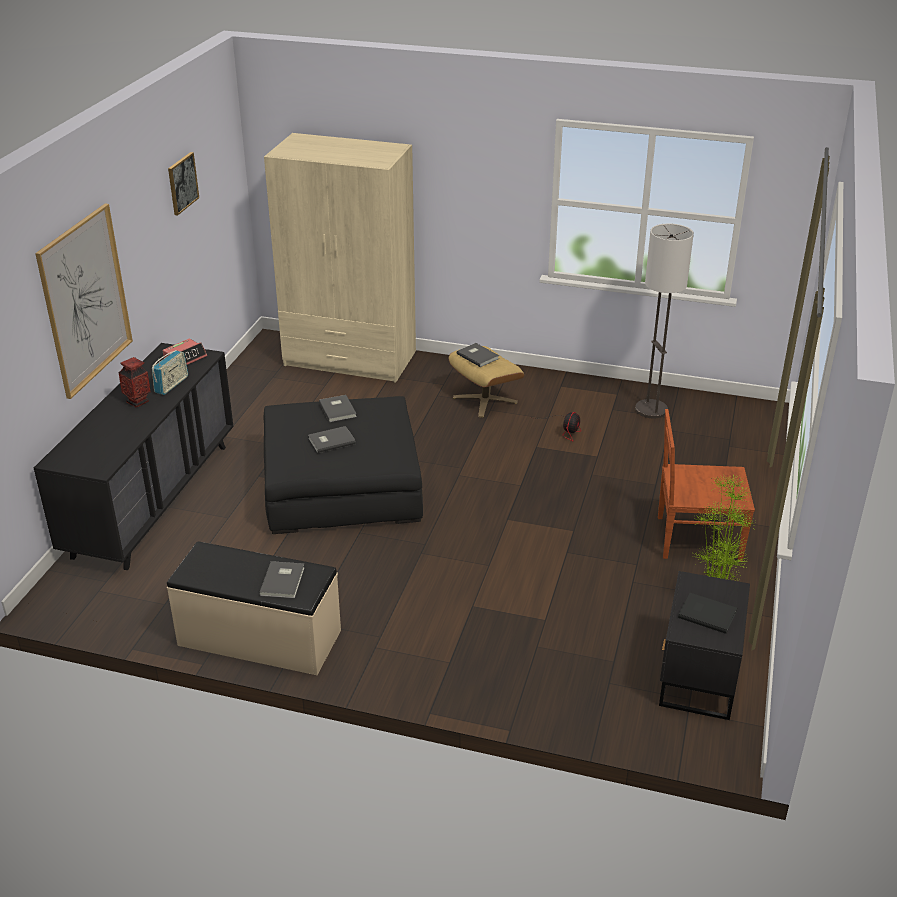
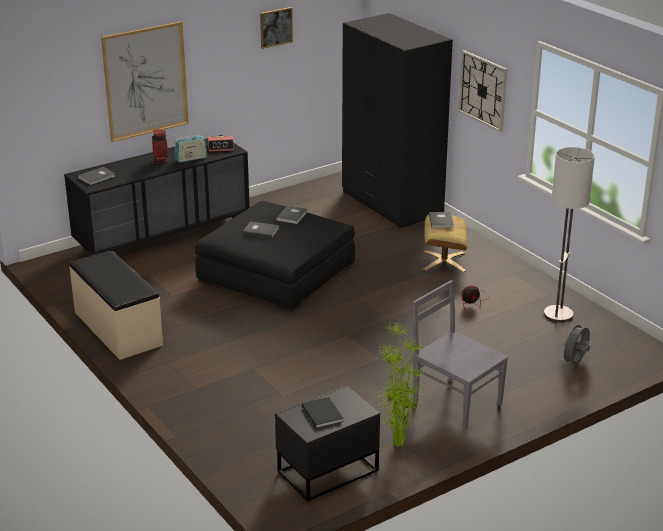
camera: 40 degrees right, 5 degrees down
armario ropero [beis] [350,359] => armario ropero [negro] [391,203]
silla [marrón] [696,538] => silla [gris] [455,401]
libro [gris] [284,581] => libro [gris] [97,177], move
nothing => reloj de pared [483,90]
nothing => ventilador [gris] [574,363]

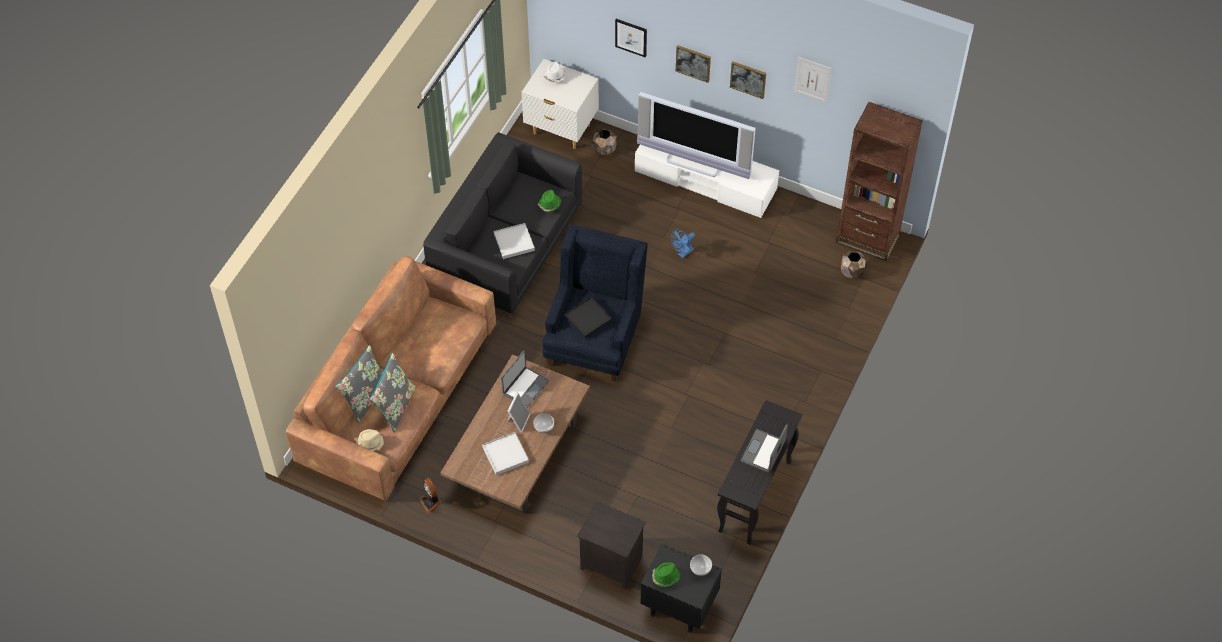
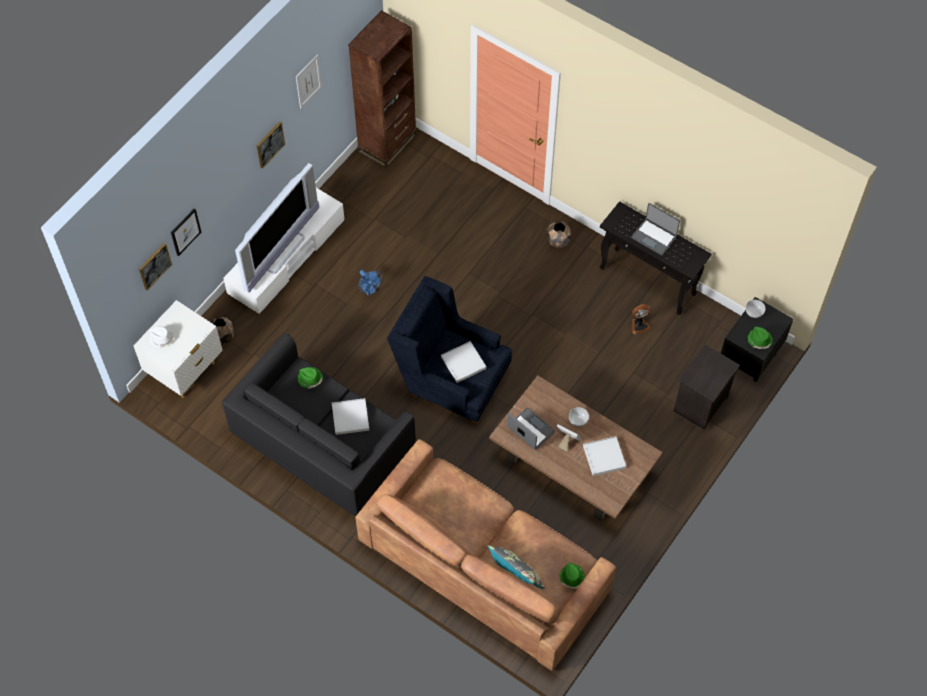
camera: 80 degrees left, 5 degrees up
cuadro [693,63] => cuadro [154,266], move
maceta [marrón] [852,272] => maceta [marrón] [558,240], move
bandeja [negro] [588,319] => bandeja [blanco] [463,363]
cojín [gris] [395,406] => nothing
sombrero [beis] [369,443] => sombrero [verde] [572,577]
ventilador [431,502] => ventilador [639,325], move

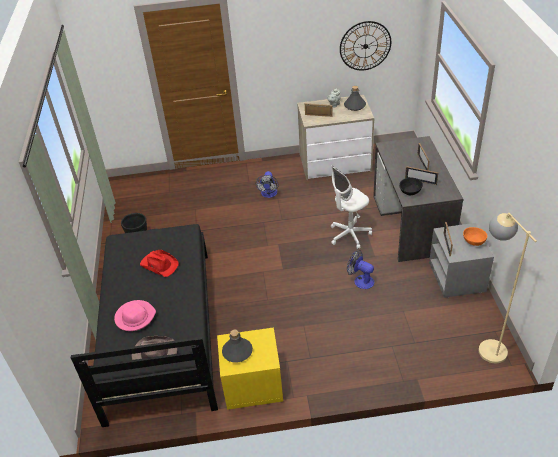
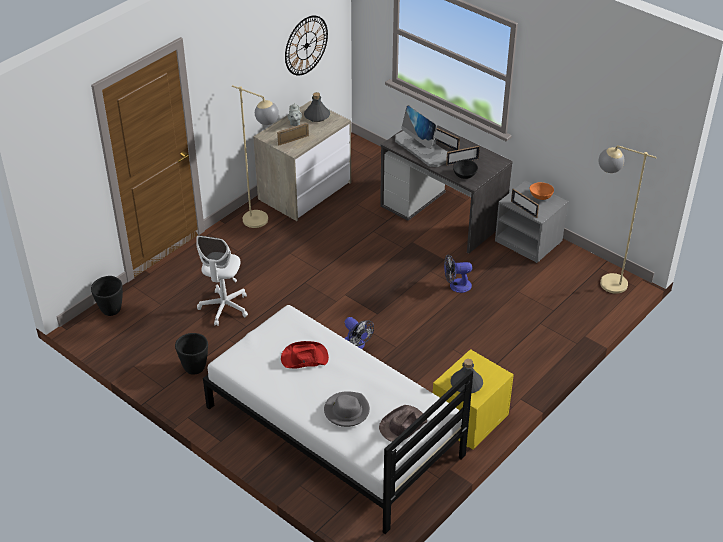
camera: 45 degrees left, 0 degrees up
silla de oficina [blanco] [349,235] => silla de oficina [blanco] [224,308], move
ventilador [269,194] => ventilador [356,346], move
cama [negro] [160,332] => cama [blanco] [333,431]
sombrero [rosa] [135,317] => sombrero [gris] [346,411]
nothing => lámpara de pie [beis] [263,222]
nothing => monitor [422,149]
nothing => maceta [negro] [111,310]

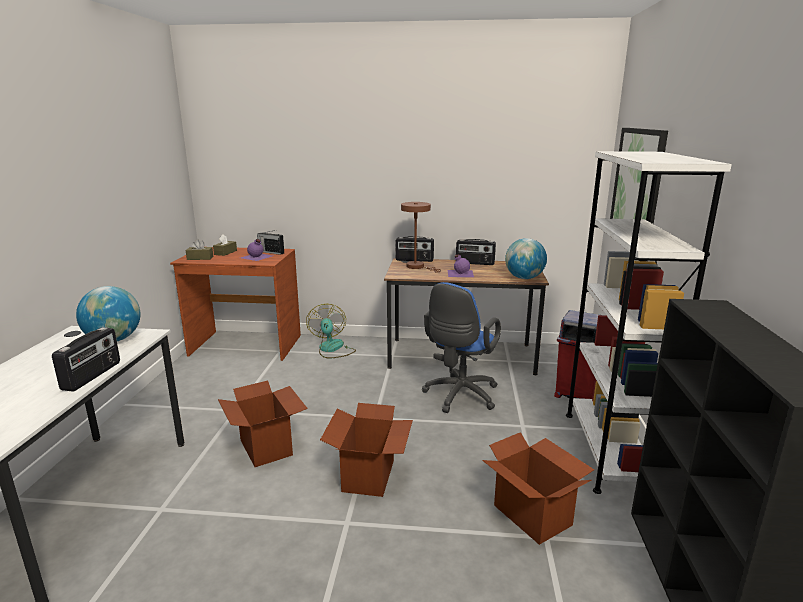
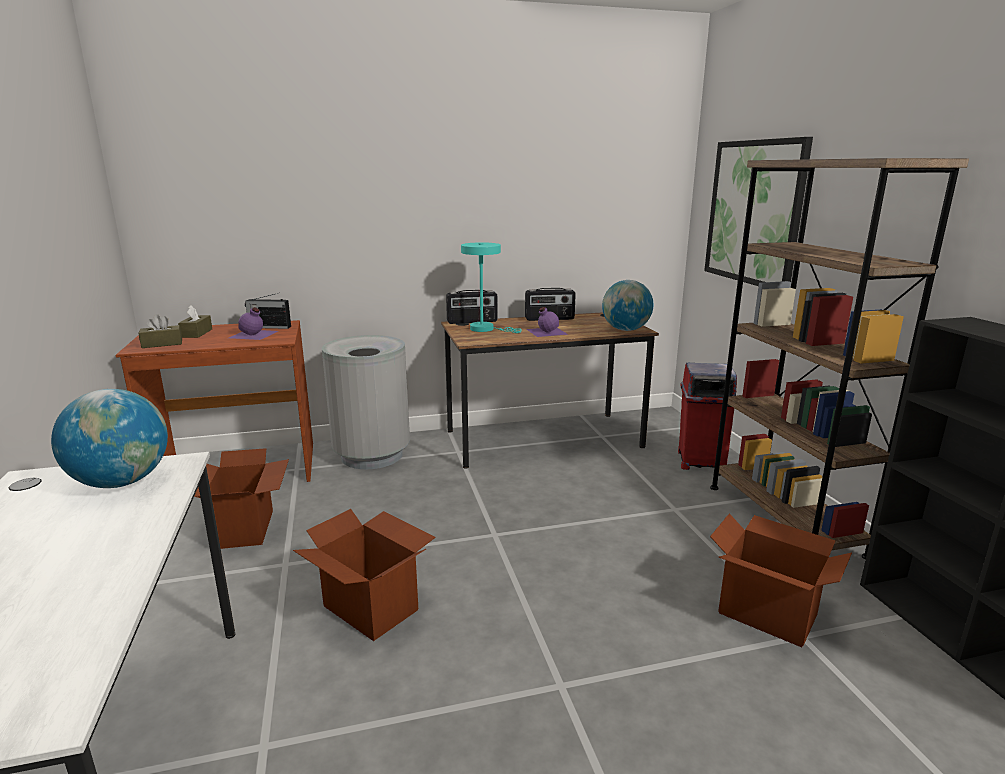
camera: 20 degrees left, 0 degrees up
estantería [blanco] [608,451] => estantería [marrón] [783,519]
lámpara de mesa [marrón] [418,267] => lámpara de mesa [turquesa] [486,329]
silla de oficina [azul] [459,396] => nothing
ventilador [332,349] => papelera [gris] [371,455]
radio [92,376] => nothing
caja de cartón [369,475] => caja de cartón [244,529], move

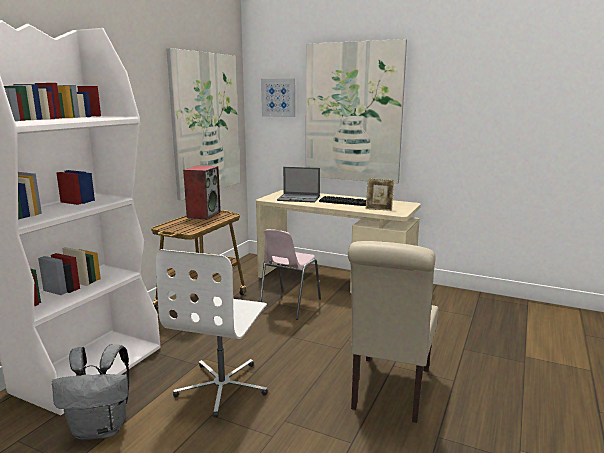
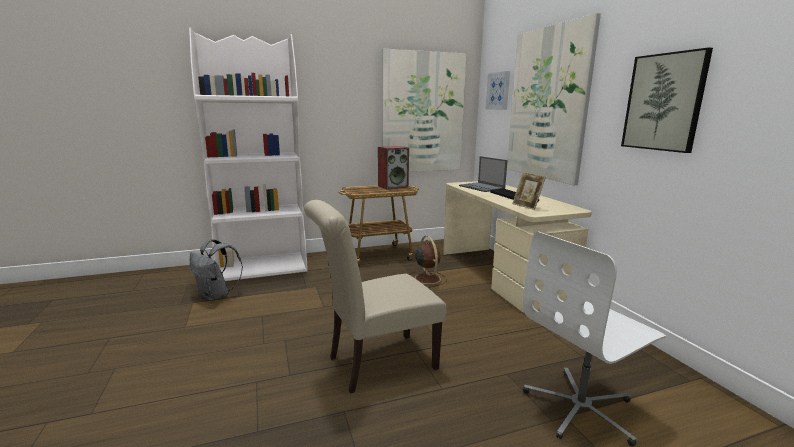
camera: 45 degrees right, 0 degrees up
silla [rosa] [289,305] => ventilador [marrón] [426,278]
silla de oficina [blanco] [223,387] => silla de oficina [blanco] [581,408], move
nothing => cuadro [664,102]

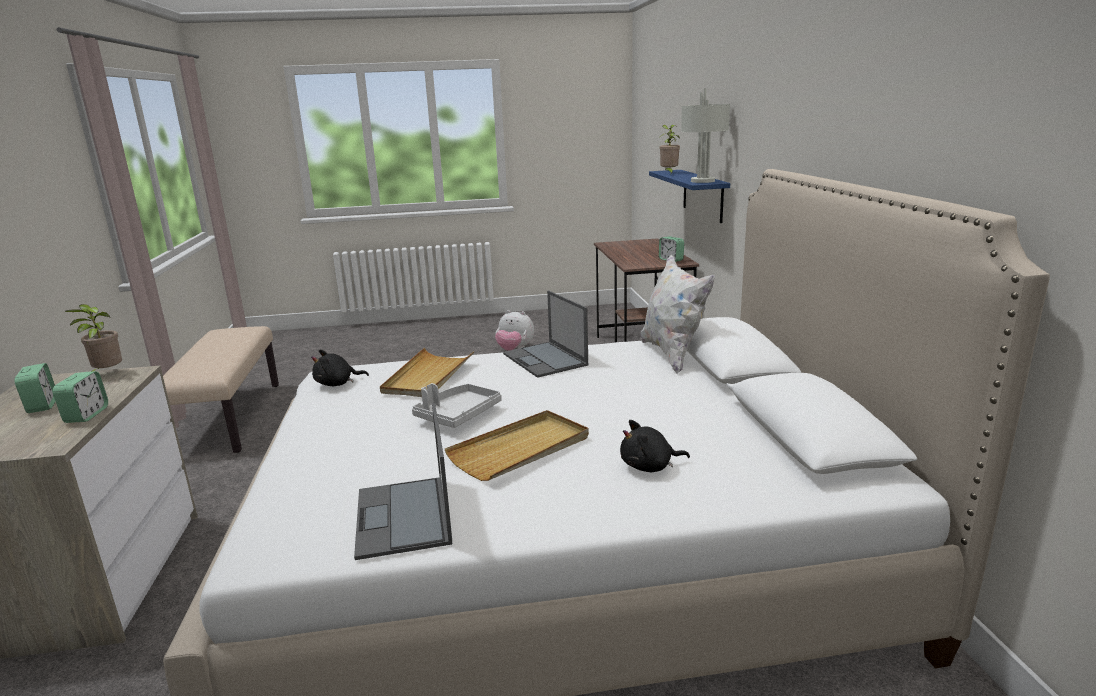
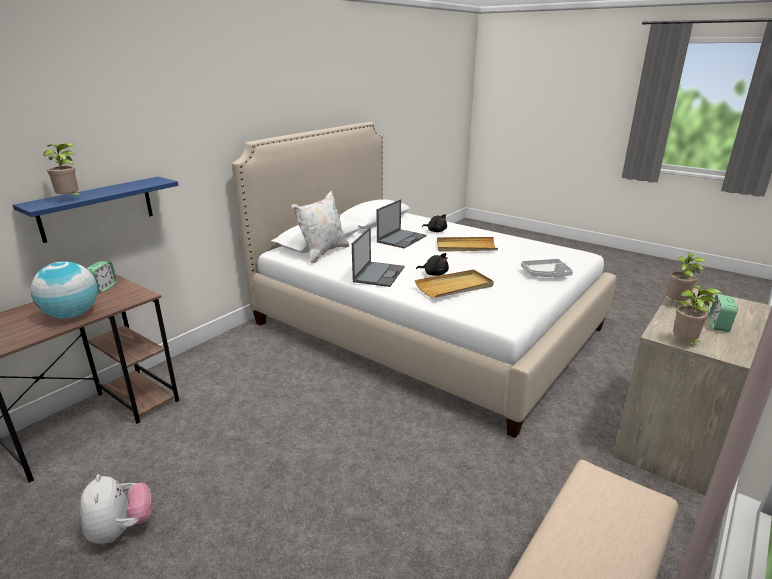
camera: 135 degrees left, 5 degrees up
lámpara de mesa [gris] [703,181] => nothing
peluche [negro] [337,383] => peluche [negro] [434,274], move
despertador [86,415] => planta en maceta [677,305]
bandeja [gris] [458,415] => bandeja [gris] [545,274], move
portátil [404,517] => portátil [402,239], move
nothing => globo terráqueo [72,315]

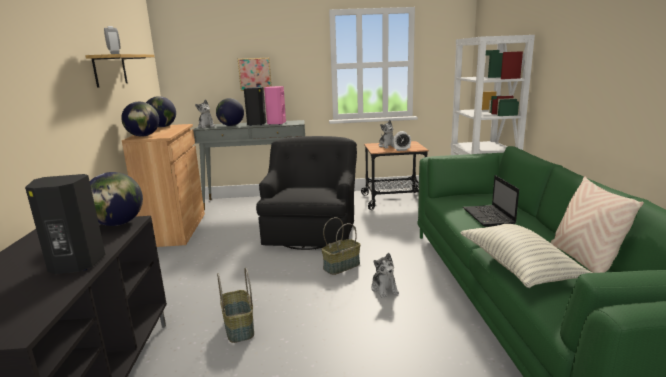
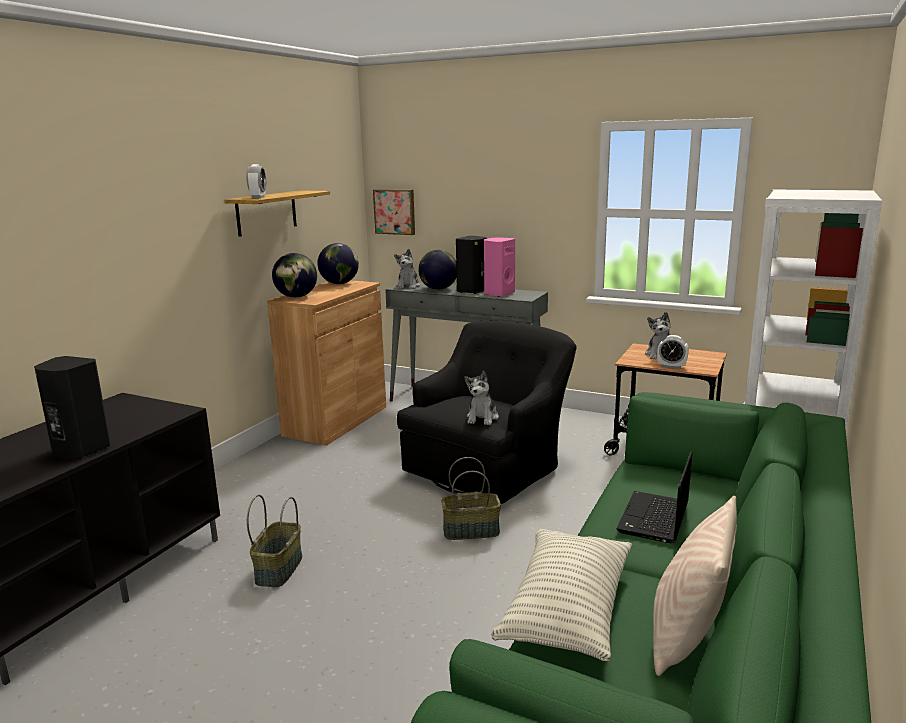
camera: 30 degrees right, 0 degrees up
cuadro [255,74] => cuadro [395,211], move
globo terráqueo [118,224] => nothing
peluche [384,288] => peluche [482,418], move

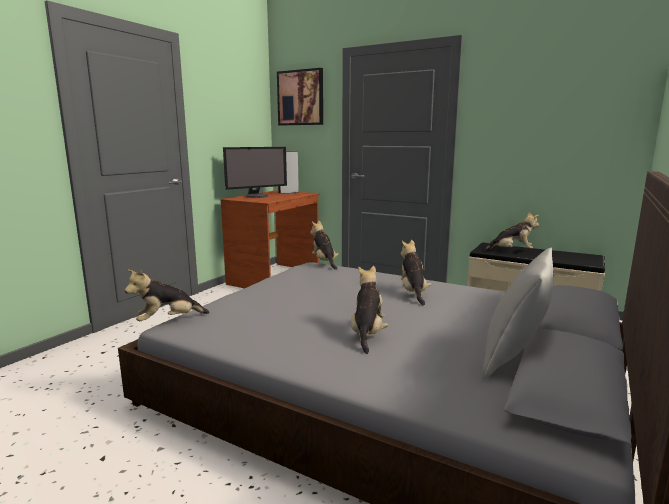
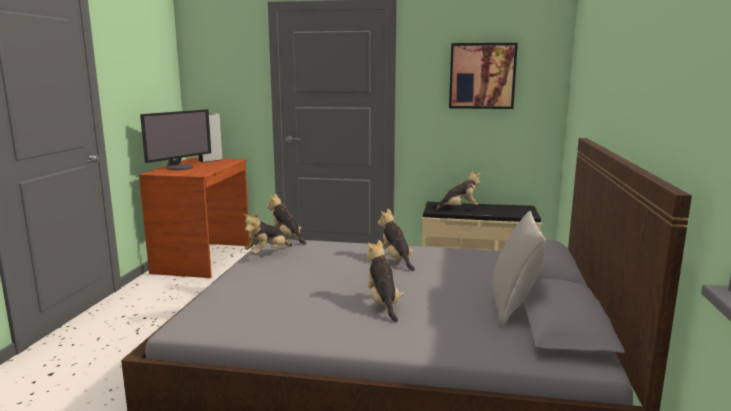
camera: 20 degrees left, 0 degrees up
cuadro [300,98] => cuadro [482,76], move
peluche [168,321] => peluche [267,253], move

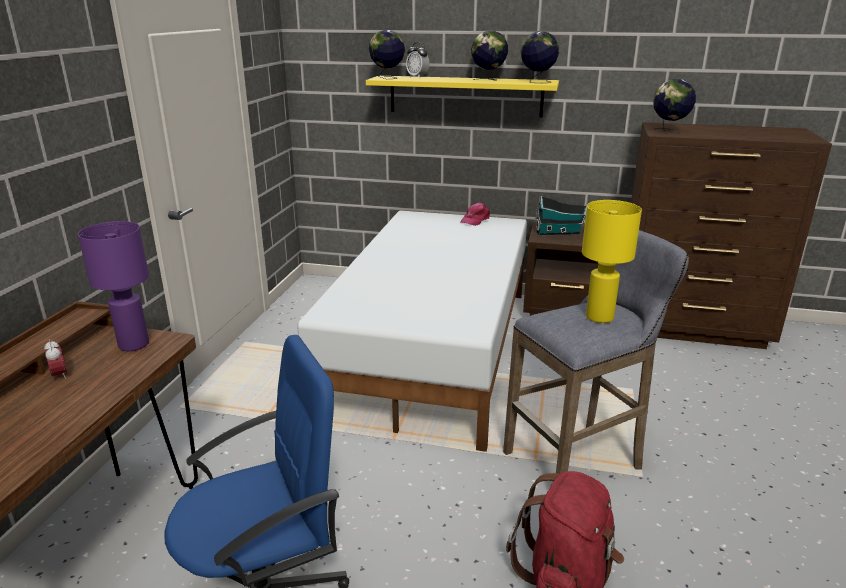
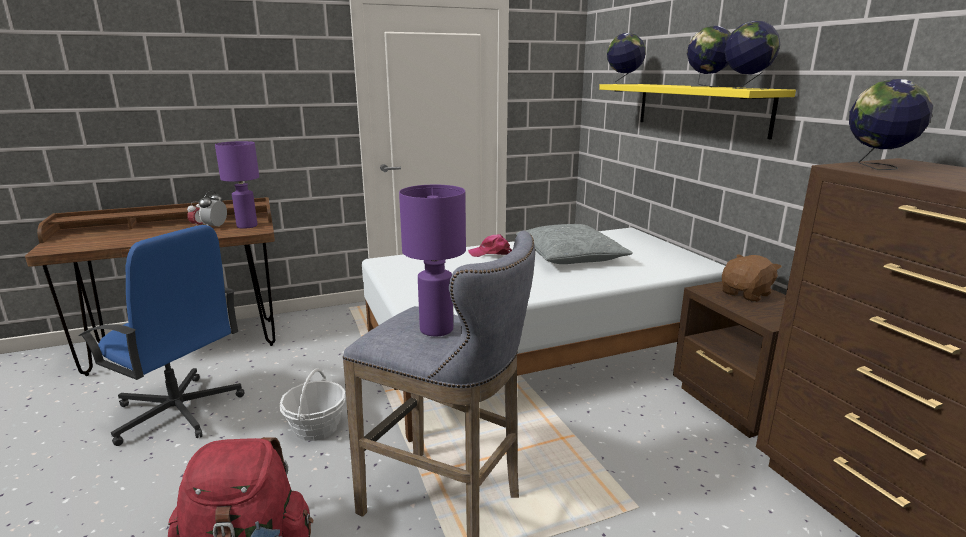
camera: 55 degrees right, 5 degrees down
despertador [417,77] => despertador [215,226], move
casita [559,232] => peluche [marrón] [746,294]
lámpara de mesa [amarillo] [599,317] => lámpara de mesa [morado] [435,329]
gorra [rosa] [475,220] => gorra [rosa] [491,253], move
nothing => cojín [gris] [570,256]
nothing => cesta [316,428]

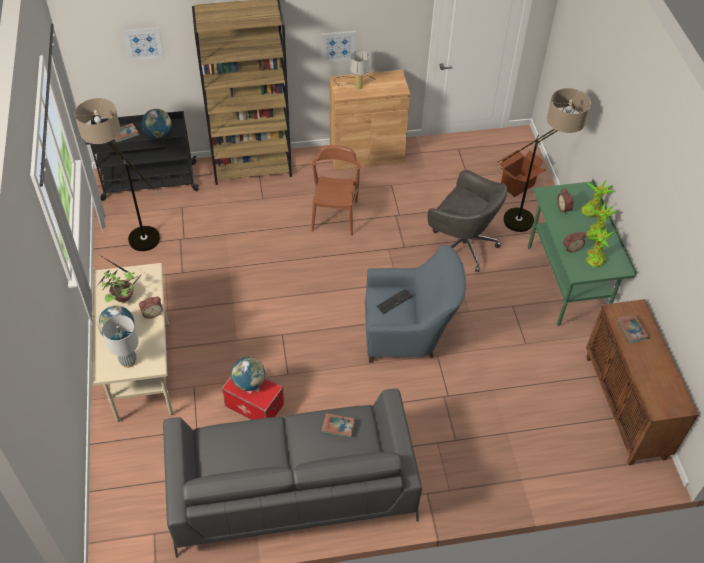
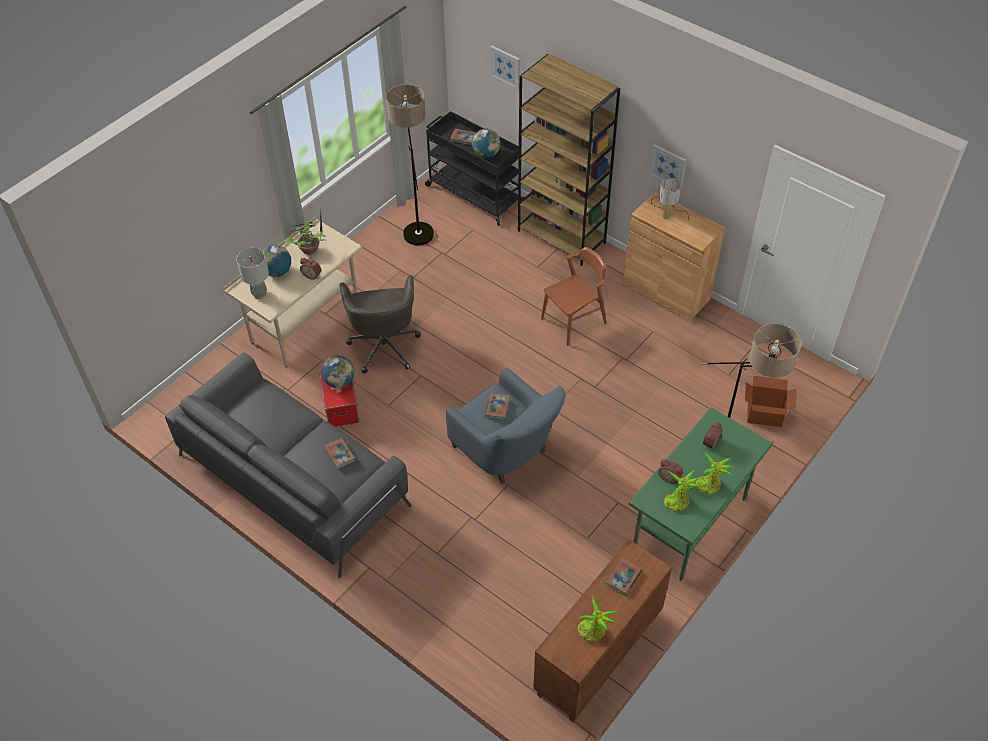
camera: 50 degrees right, 0 degrees up
silla de oficina [gris] [461,245] => silla de oficina [gris] [384,345], move
planta en maceta [592,209] => planta en maceta [593,631], move
teclado [394,301] => libro [497,408]

